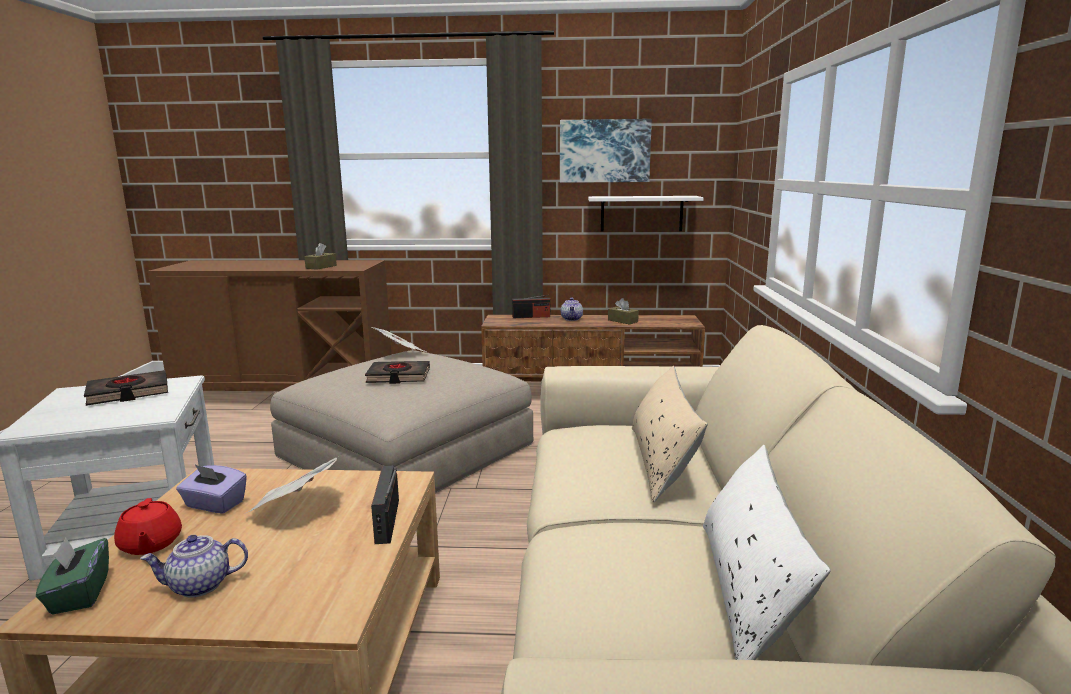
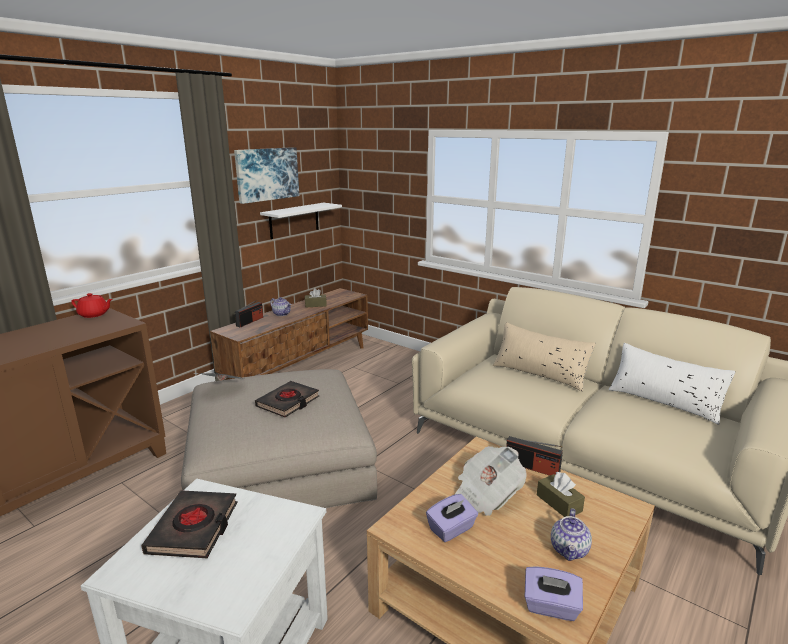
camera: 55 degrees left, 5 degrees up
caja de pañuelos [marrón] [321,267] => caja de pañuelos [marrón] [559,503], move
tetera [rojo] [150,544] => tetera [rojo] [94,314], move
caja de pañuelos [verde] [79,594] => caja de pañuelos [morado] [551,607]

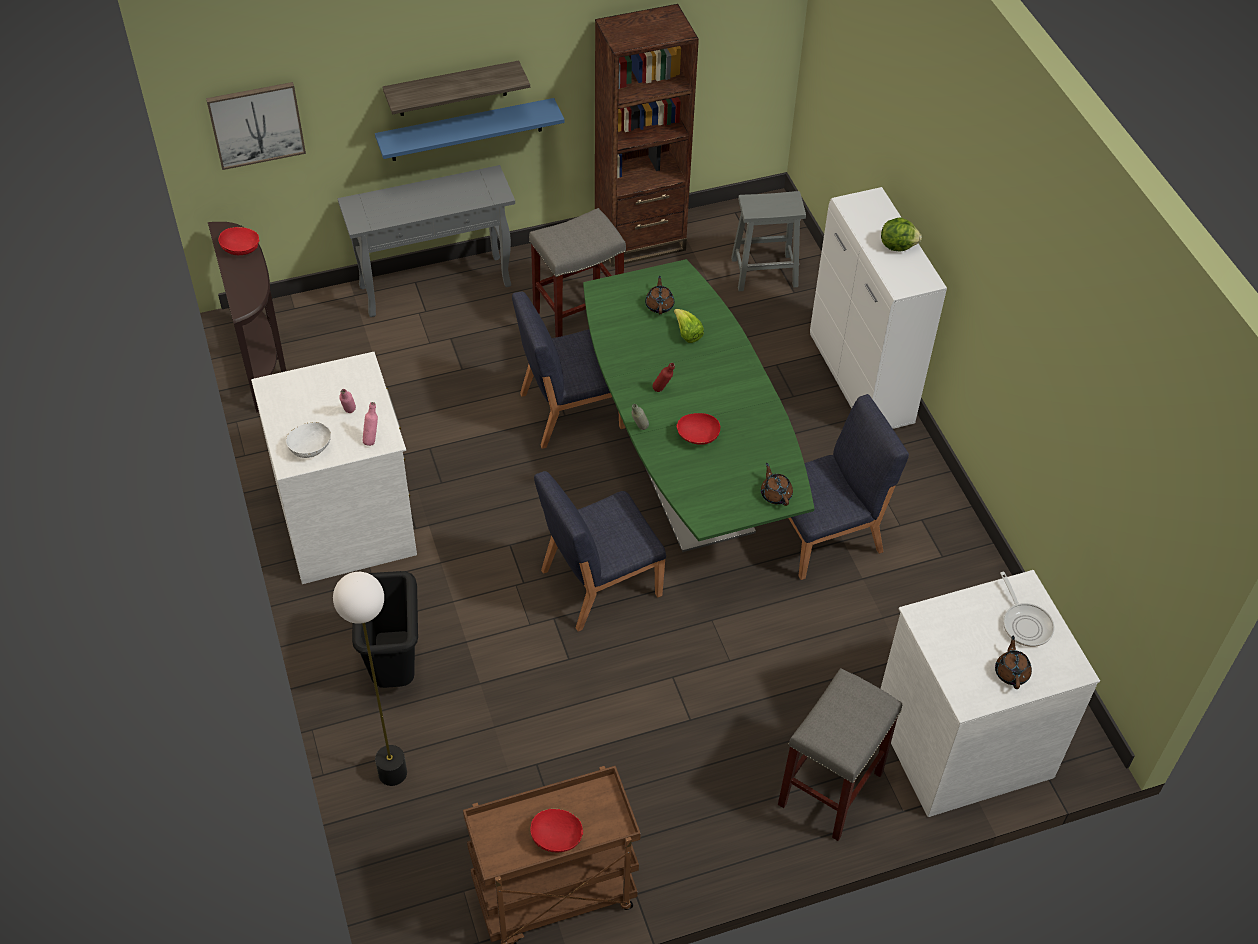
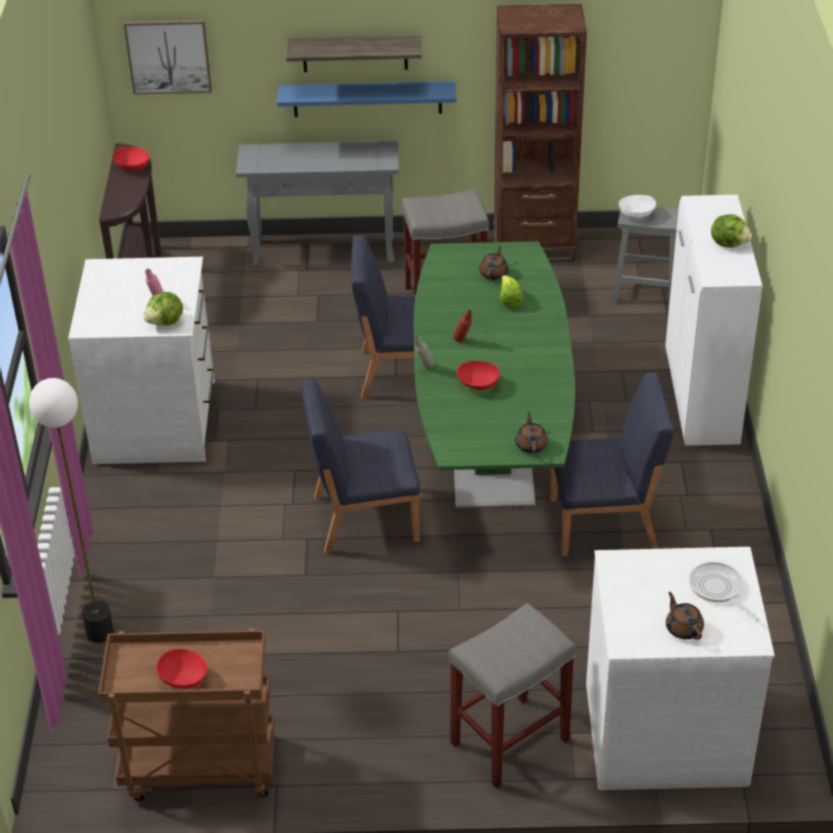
camera: 20 degrees right, 10 degrees down
botella [rosa] [372,439] => lechuga [166,322]
cuenco [blanco] [310,448] => cuenco [blanco] [636,215], move
papelera [negro] [395,669] => nothing
sartén [1025,623] => sartén [718,590], 150 degrees clockwise
tetera [marrón] [1011,672] => tetera [marrón] [683,628], 45 degrees counterclockwise

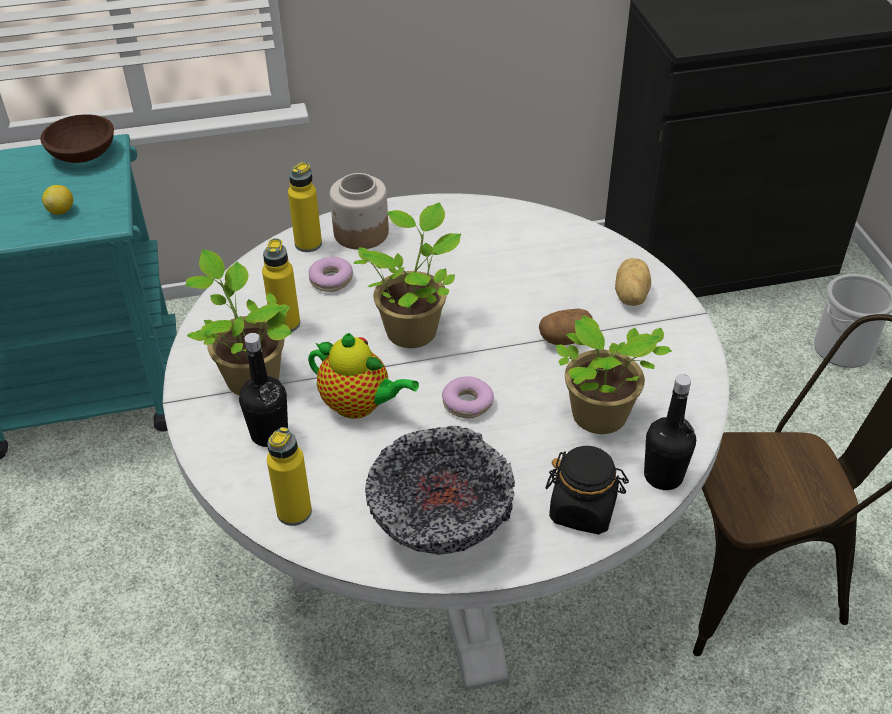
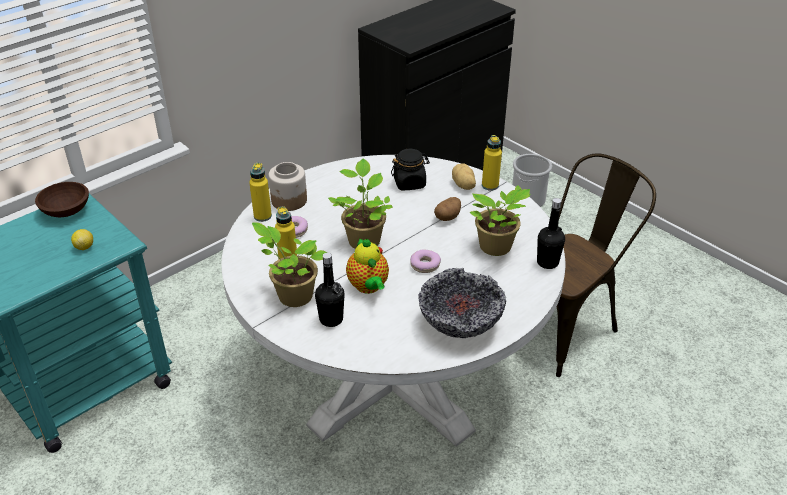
camera: 30 degrees left, 5 degrees down
tetera [359,405] => tetera [368,287], 75 degrees clockwise
botella [amarillo] [294,512] => botella [amarillo] [490,185], move
tarro [negro] [583,510] => tarro [negro] [410,183], move

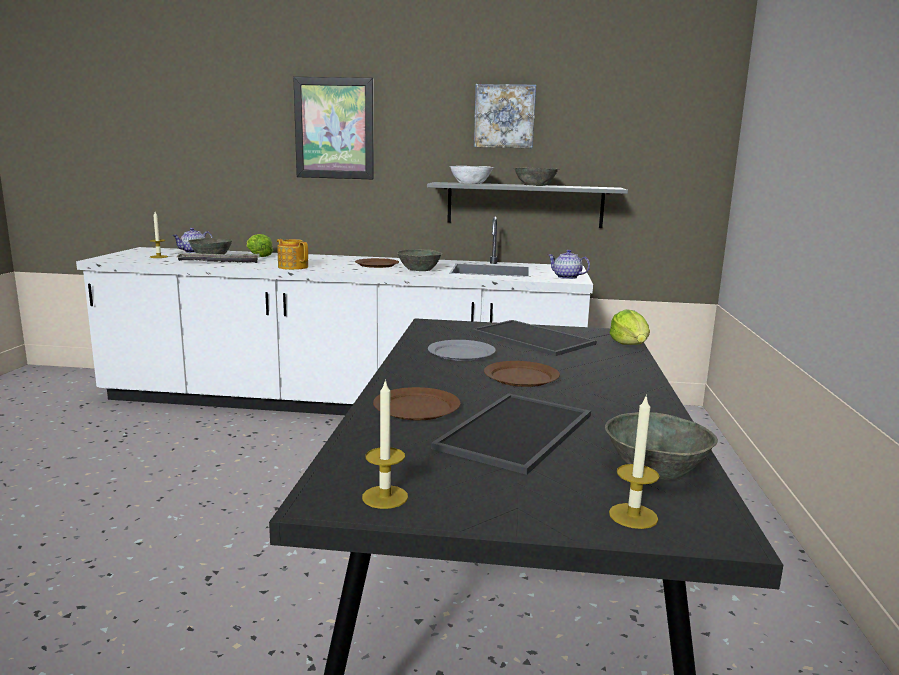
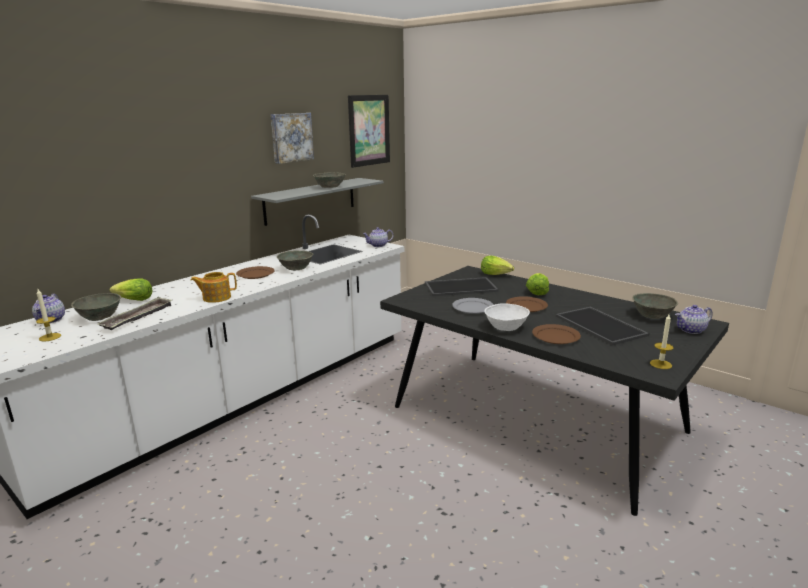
camera: 55 degrees left, 5 degrees up
cuadro [334,128] => cuadro [369,130], move
cuenco [blanco] [471,183] => cuenco [blanco] [505,327], move
vela [633,516] => tetera [691,330]
nothing => lechuga [537,292]

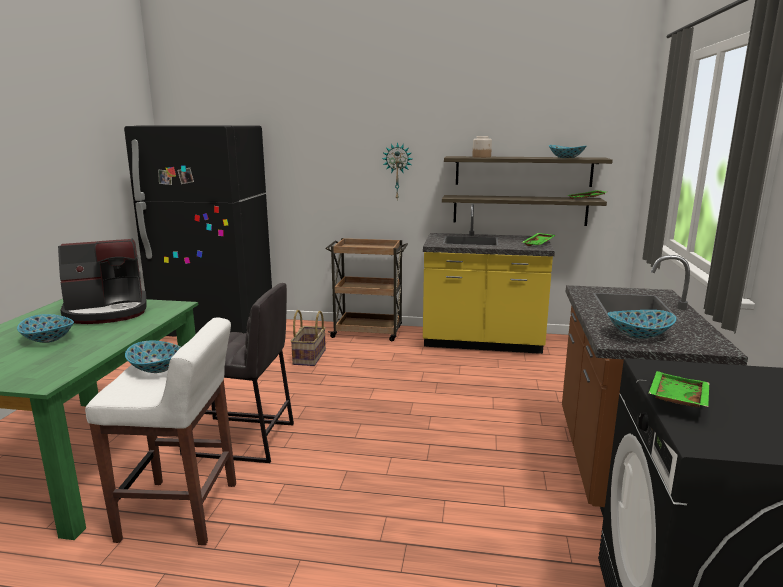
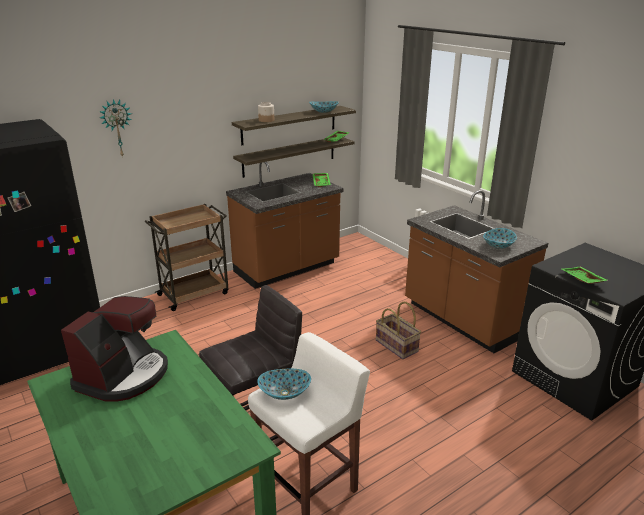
camera: 45 degrees left, 10 degrees up
reloj de pared [397,171] => reloj de pared [117,128], move
mueble bajo de cocina [amarillo] [482,342] => mueble bajo de cocina [marrón] [287,269]
cesta [310,357] => cesta [397,346], move
cuenco [48,339] => nothing

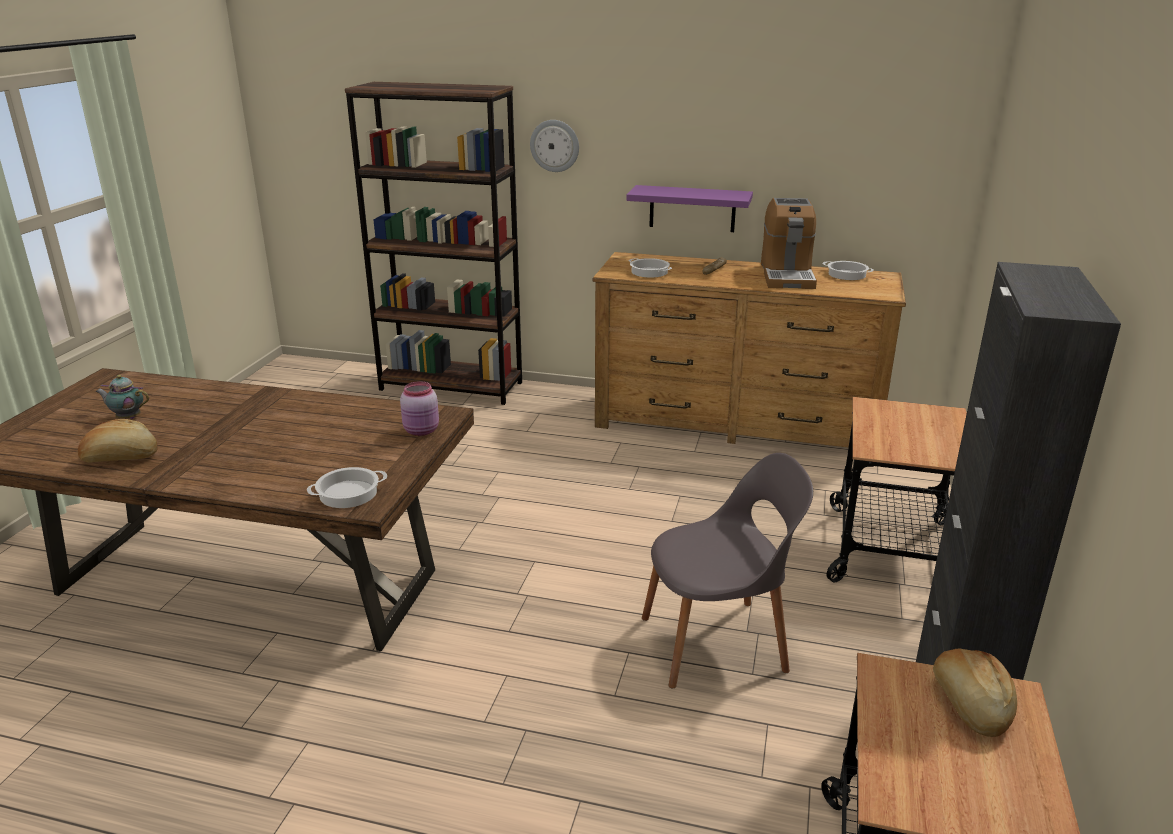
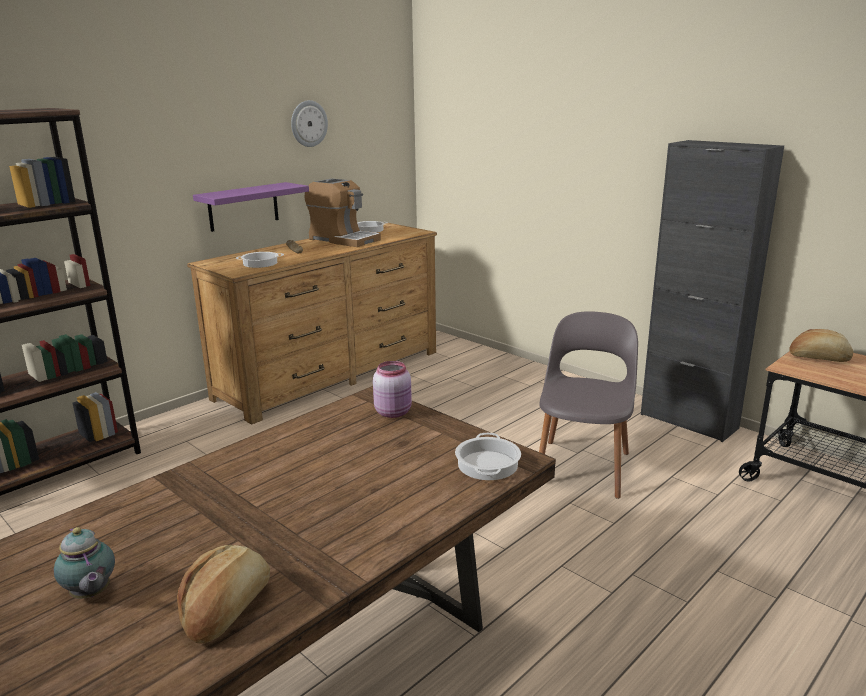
camera: 60 degrees left, 5 degrees down
reloj de pared [555,145] => reloj de pared [308,123], move
tetera [127,418] => tetera [91,594], 75 degrees counterclockwise
carrito [892,551] => nothing

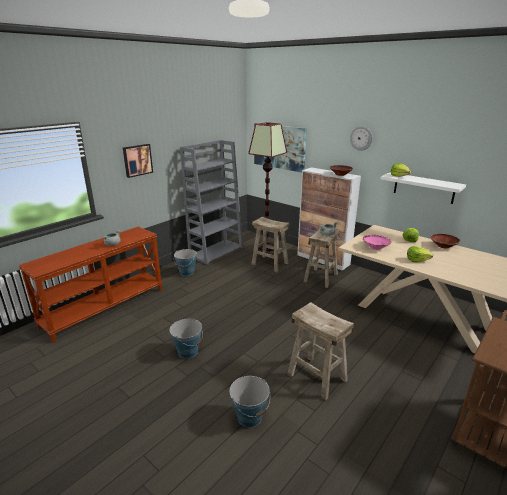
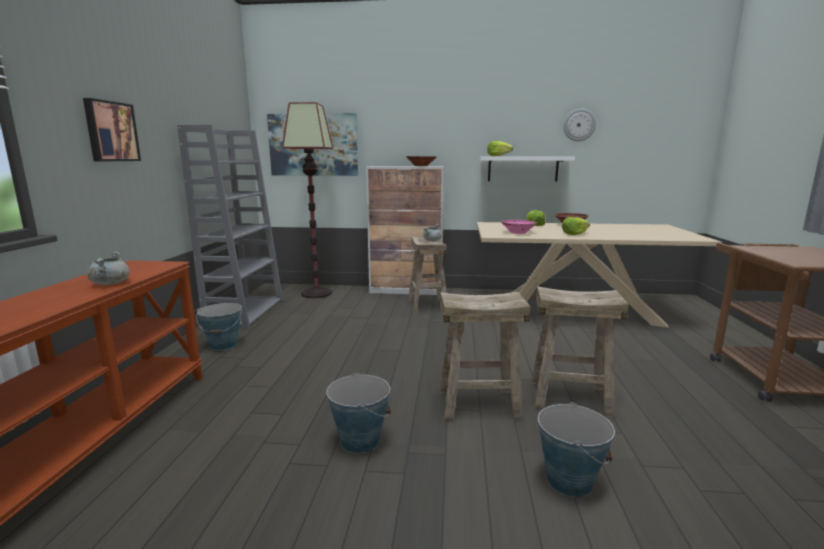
camera: 35 degrees left, 10 degrees down
reloj de pared [361,138] => reloj de pared [579,125], move
taburete [beis] [270,263] => taburete [beis] [479,404], move

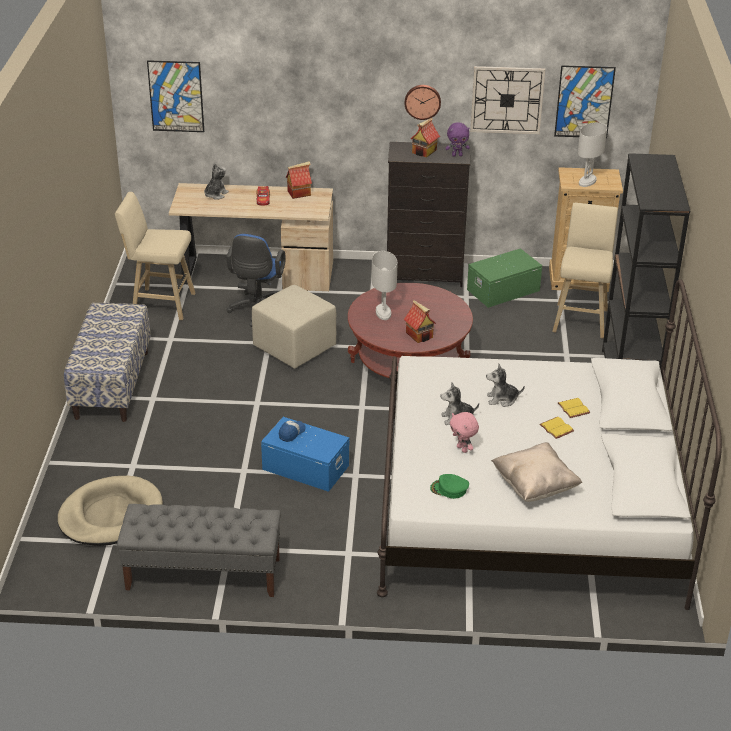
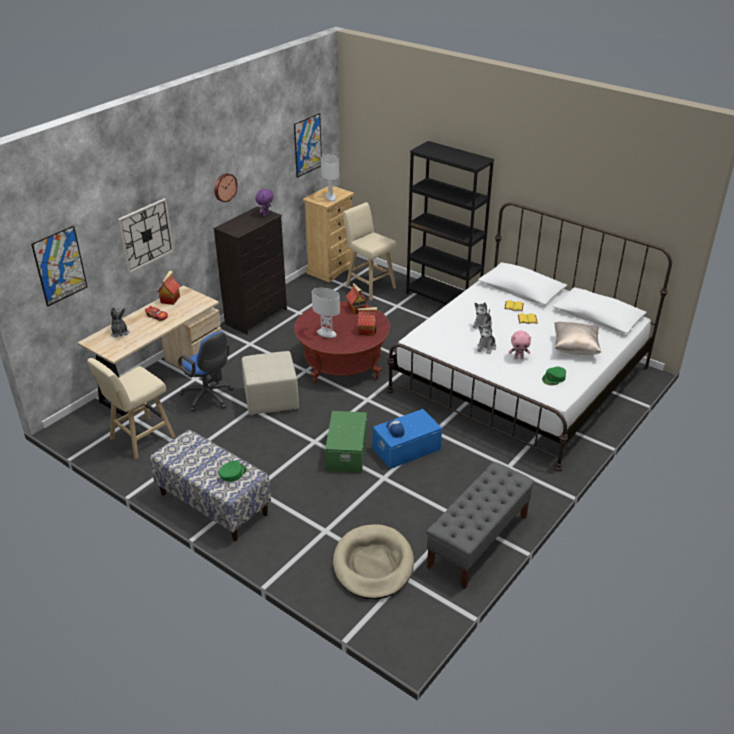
camera: 55 degrees left, 0 degrees up
reloj de pared [507,100] => reloj de pared [146,235], move
casita [424,151] => casita [357,309], move
caja de almacenaje [verde] [502,290] => caja de almacenaje [verde] [346,452], move
nothing => gorra [verde] [232,473]

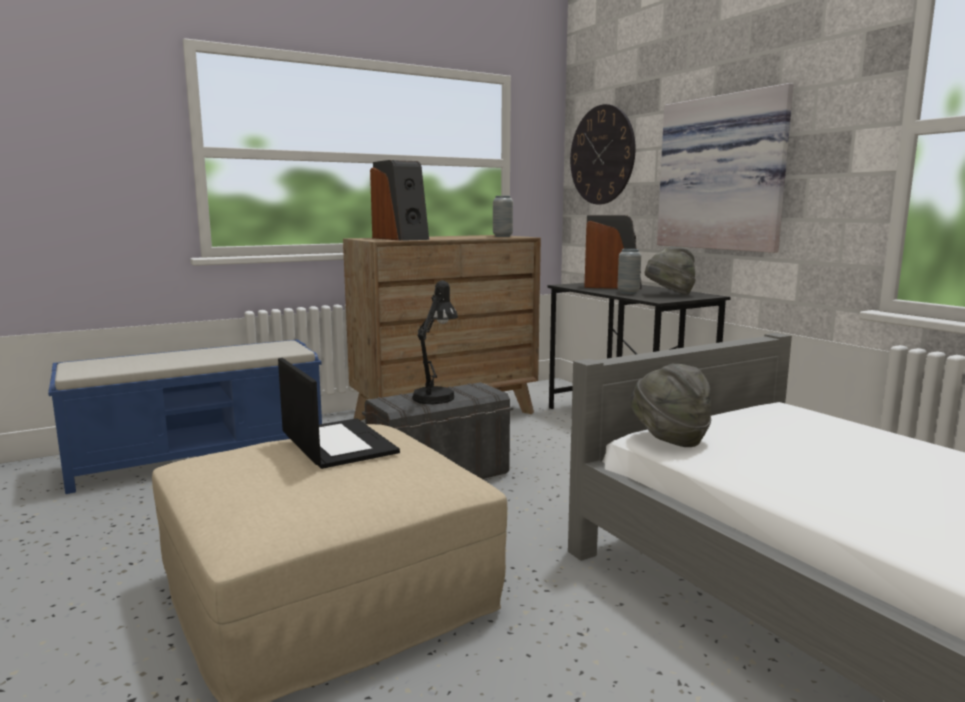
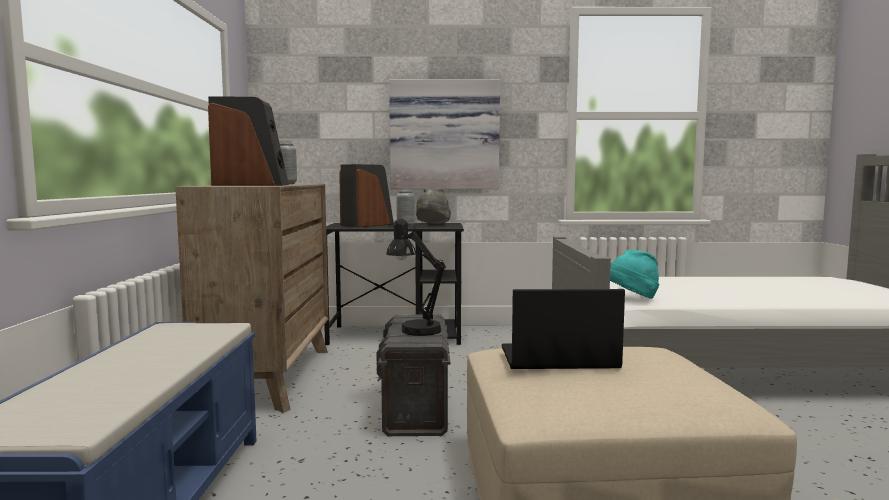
camera: 60 degrees left, 5 degrees down
reloj de pared [602,155] => nothing
sombrero [gris] [668,439] => sombrero [turquesa] [632,298]

